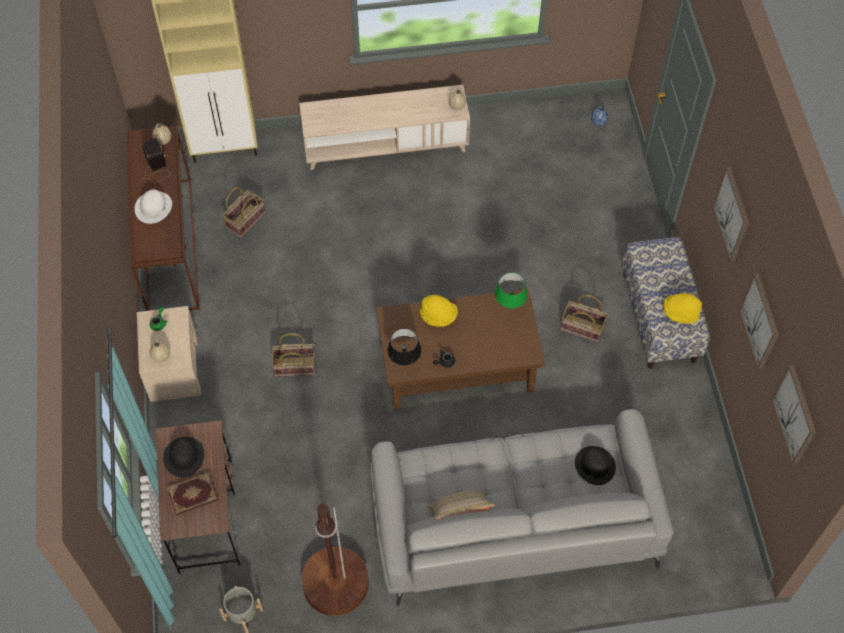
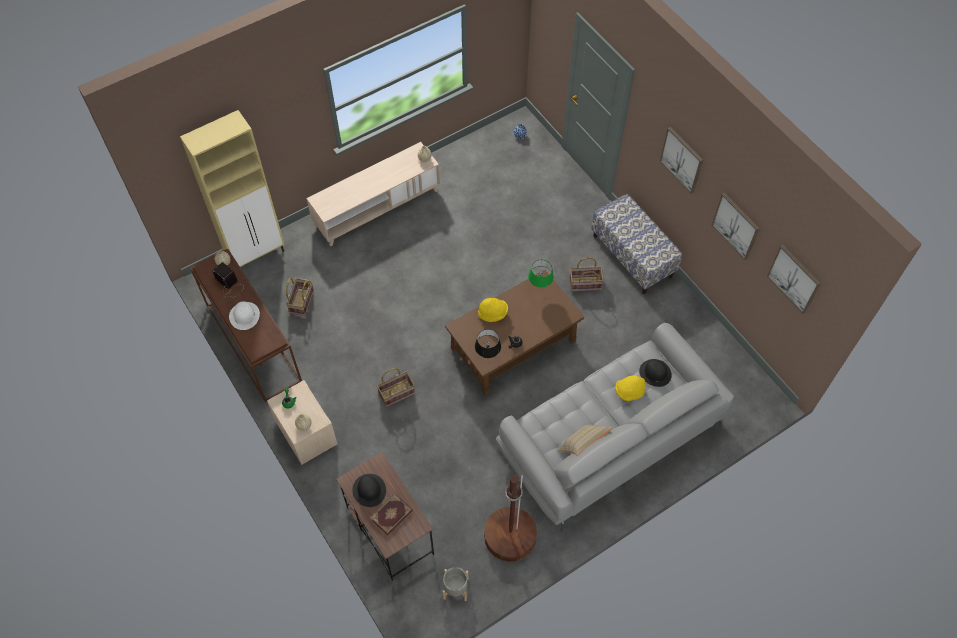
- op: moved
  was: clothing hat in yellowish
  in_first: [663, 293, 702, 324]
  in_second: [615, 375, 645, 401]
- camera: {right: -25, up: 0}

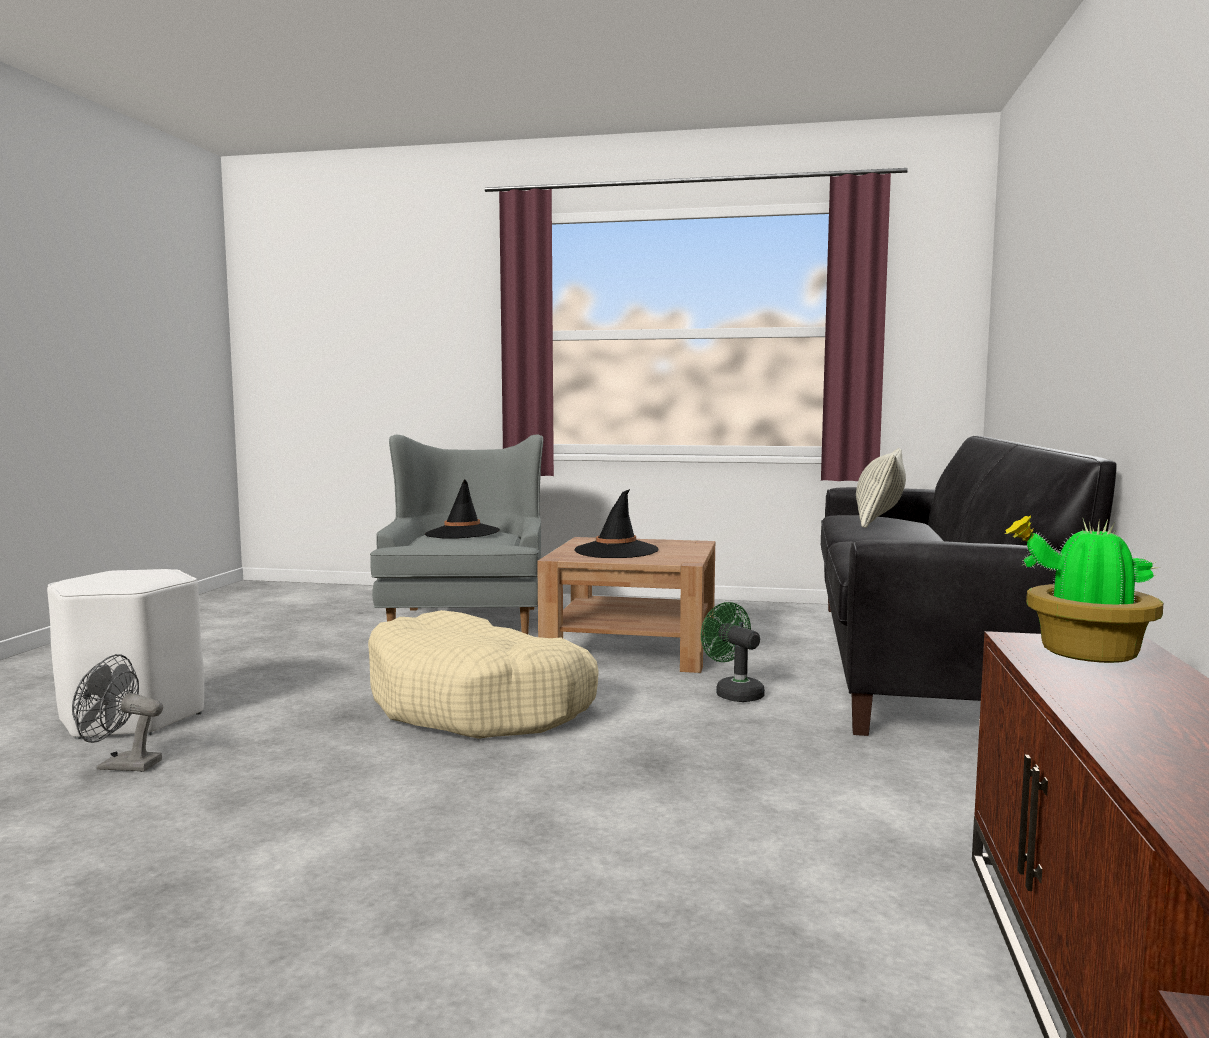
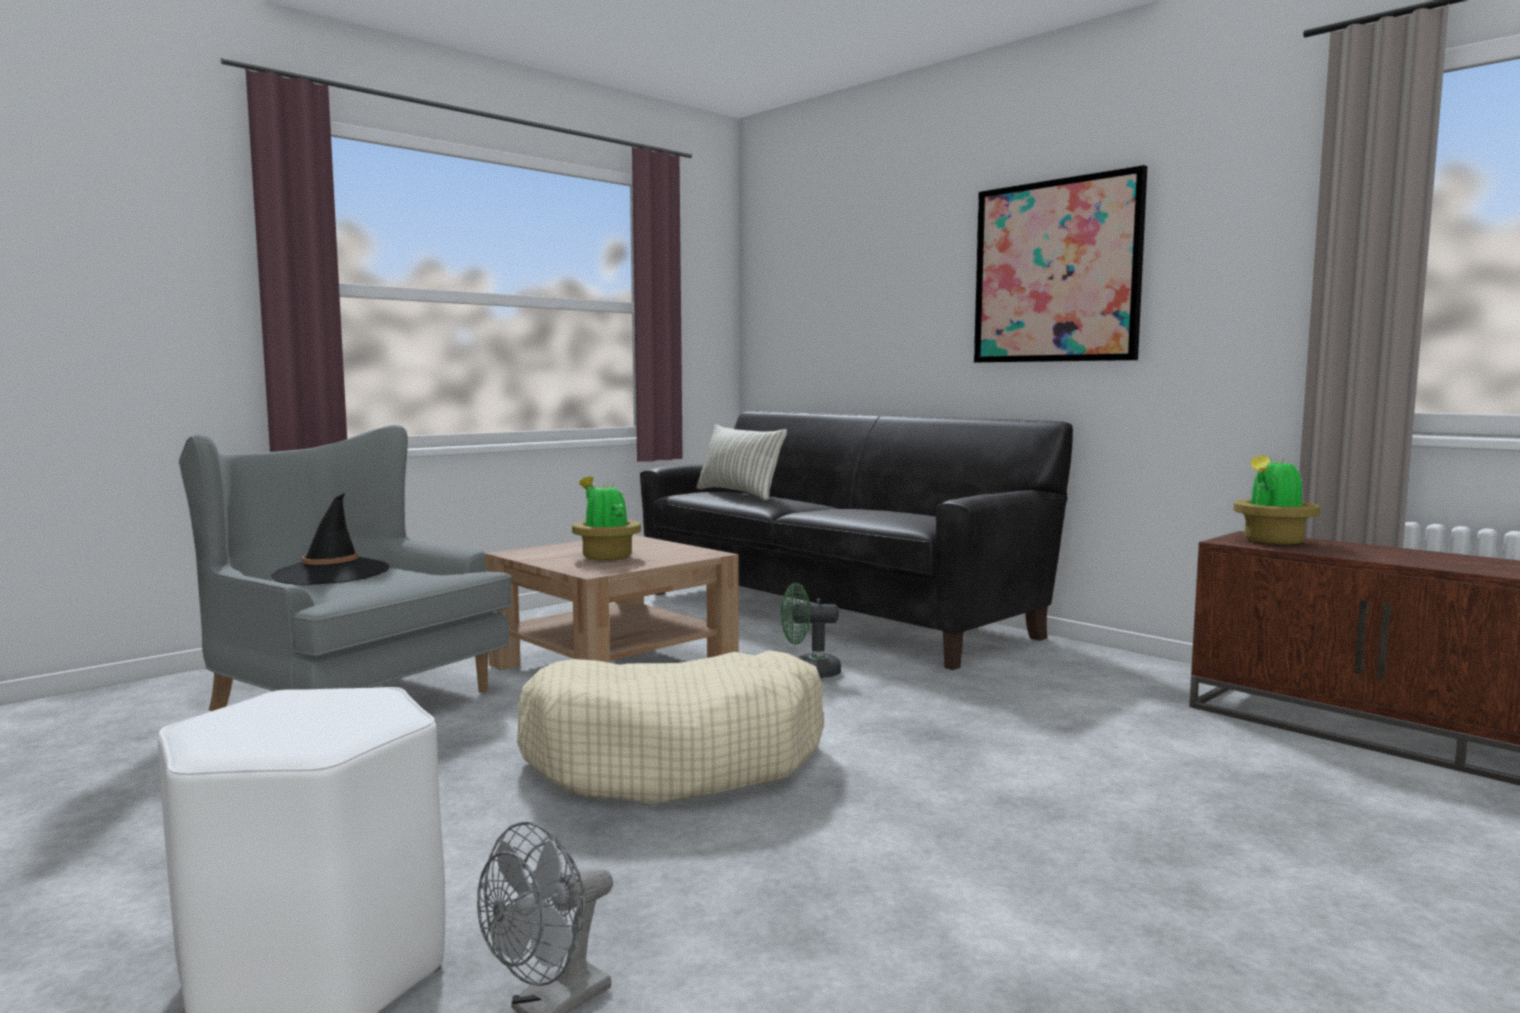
- op: replaced
  was: clothing hat in blackish
  now: houseplant
  in_first: [574, 489, 659, 558]
  in_second: [572, 476, 641, 560]
- op: added
  now: picture
  in_second: [974, 165, 1147, 363]
- camera: {right: -55, up: 0}

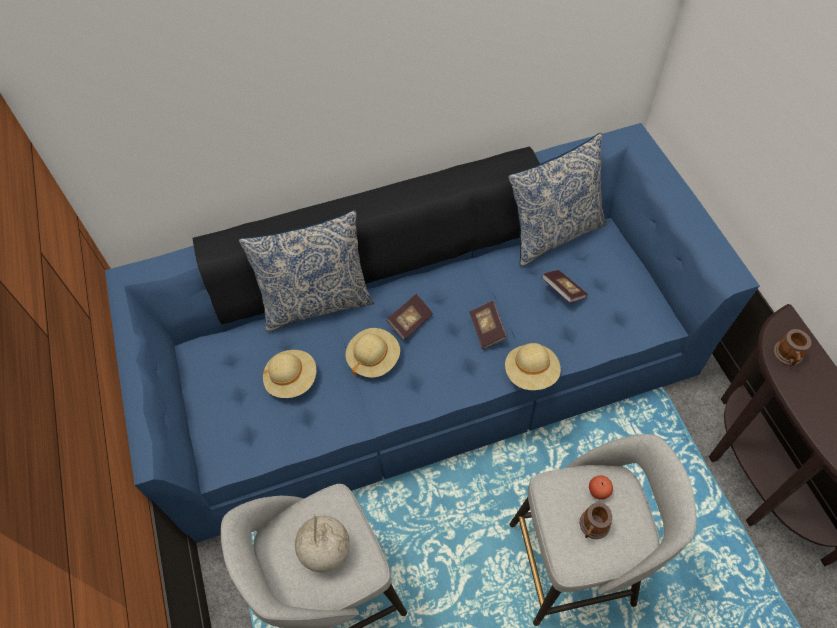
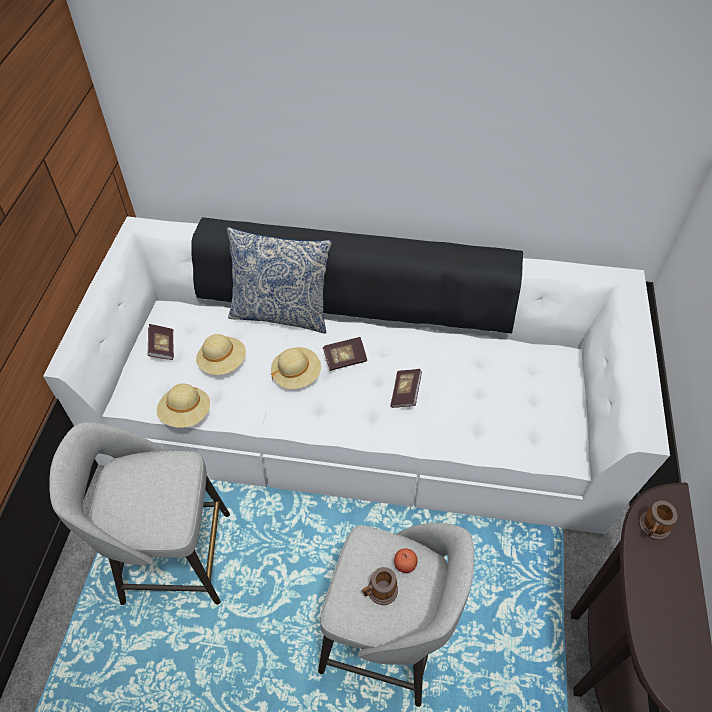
- op: recoloured
  was: sofa in blue
  now: sofa in white-coloured
  in_first: [105, 123, 760, 543]
  in_second: [43, 216, 670, 534]
- op: removed
  was: world globe
  in_first: [295, 514, 350, 572]
- op: moved
  was: clothing hat in sand-coloured
  in_first: [505, 343, 561, 390]
  in_second: [157, 384, 210, 428]
- op: removed
  was: throw pillow
  in_first: [508, 133, 607, 267]
- op: moved
  was: book
  in_first: [541, 270, 588, 303]
  in_second: [147, 324, 174, 360]
- camera: {right: 25, up: -5}

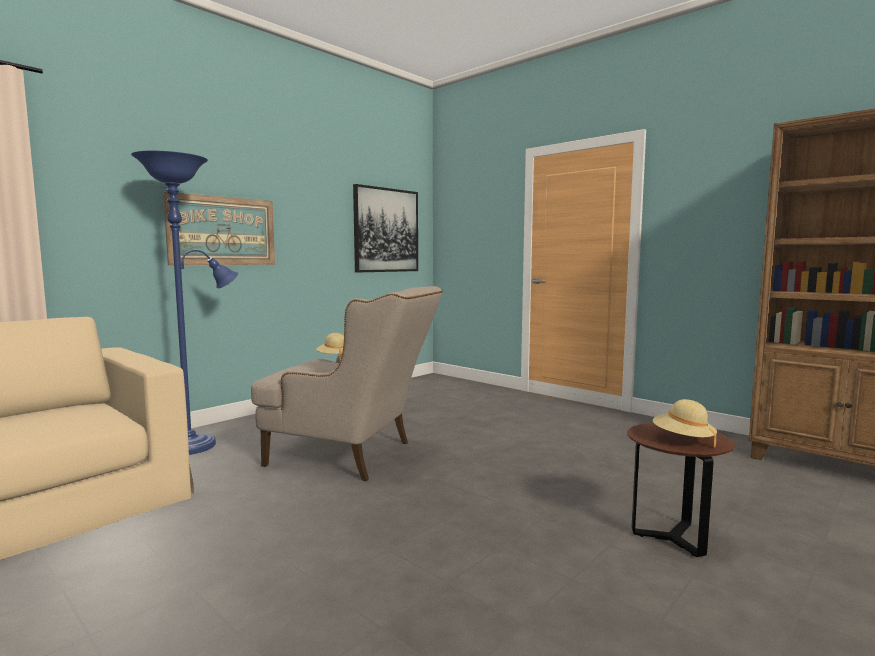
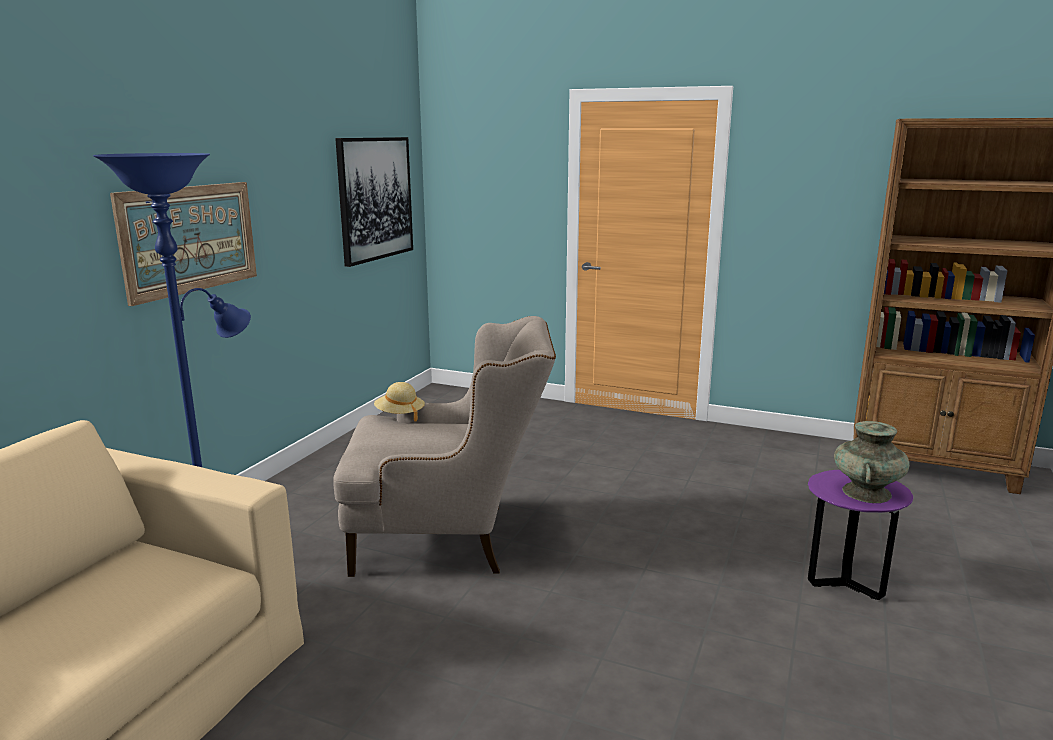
- op: recoloured
  was: side table in brownish
  now: side table in purple
  in_first: [627, 423, 735, 557]
  in_second: [808, 470, 913, 600]
- op: replaced
  was: clothing hat in sand-coloured
  now: vase in blue-green
  in_first: [653, 399, 717, 447]
  in_second: [834, 421, 910, 503]
- camera: {right: -20, up: 10}

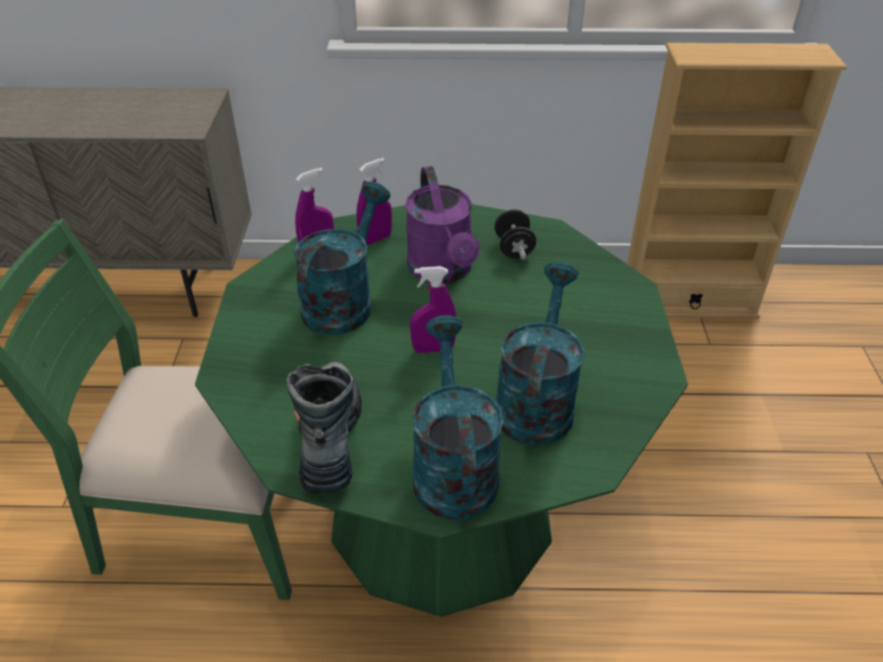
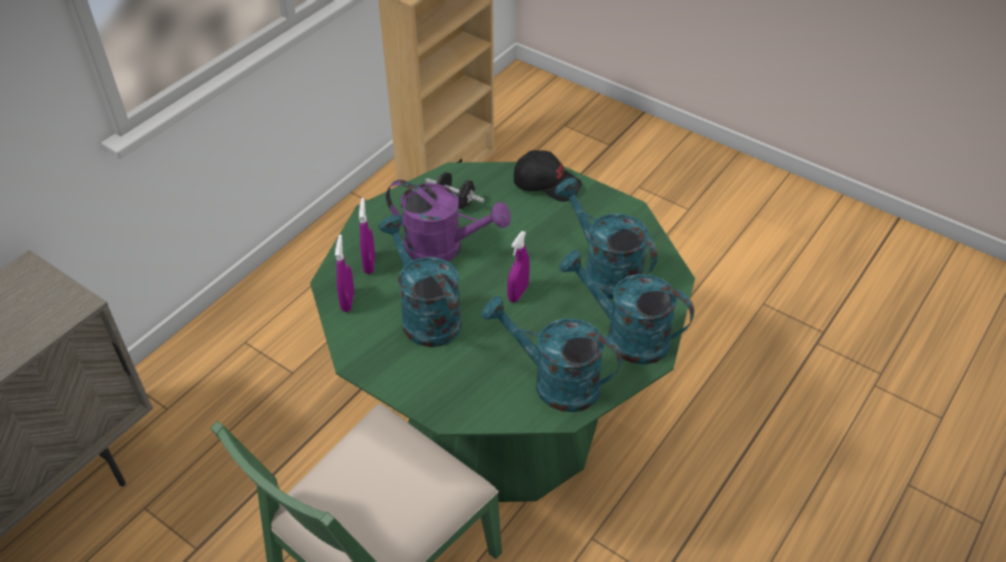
- op: replaced
  was: high-top boot
  now: watering can in blue-green
  in_first: [286, 361, 362, 493]
  in_second: [481, 295, 622, 412]
- op: added
  now: peaked cap in blackish
  in_second: [514, 150, 582, 202]
- camera: {right: -55, up: 5}

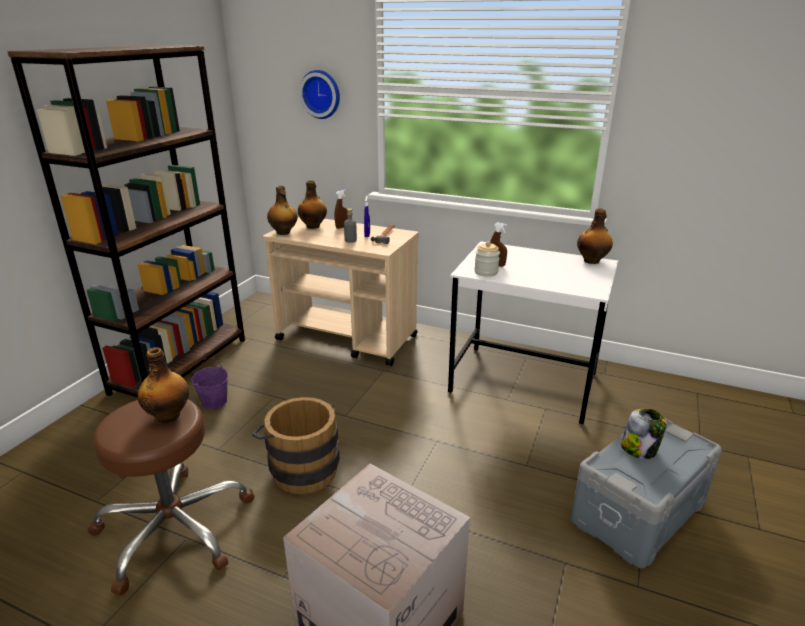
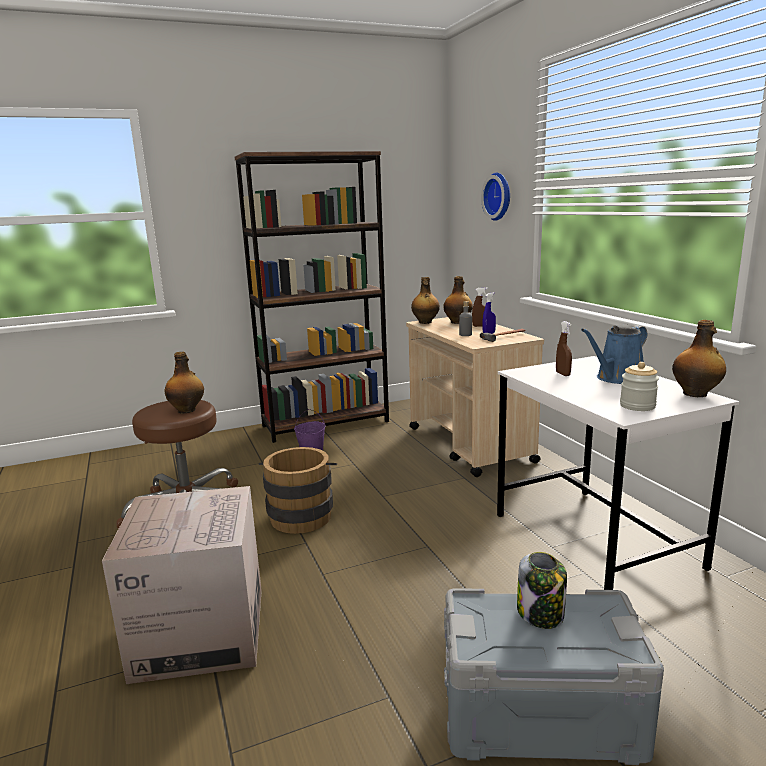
- op: moved
  was: jar
  in_first: [474, 241, 500, 277]
  in_second: [620, 362, 659, 411]
- op: added
  now: watering can in blue
  in_second: [581, 324, 647, 384]
- camera: {right: 45, up: -10}

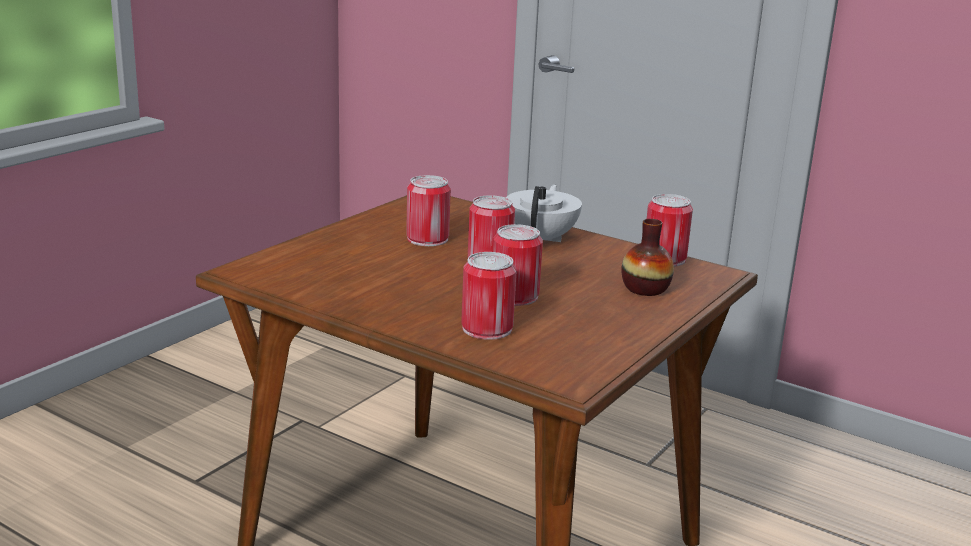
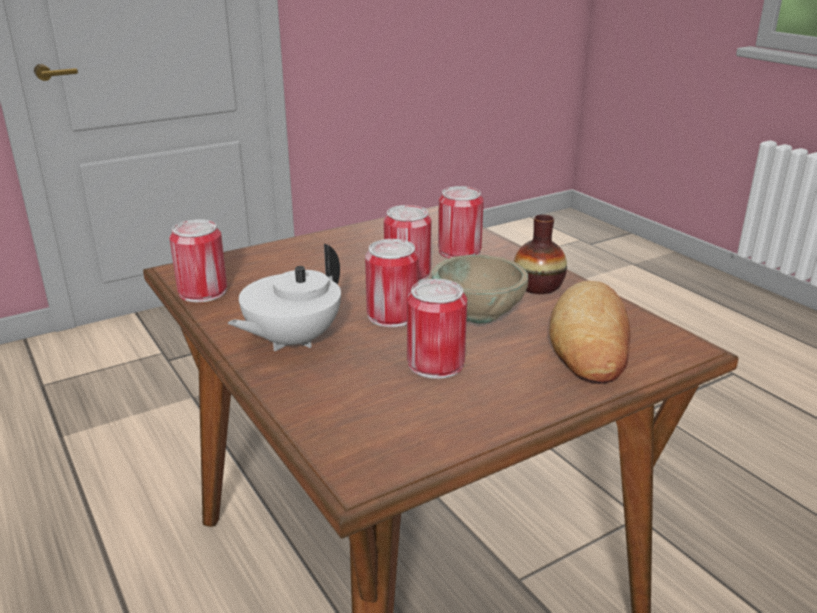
- op: moved
  was: vase
  in_first: [622, 219, 674, 296]
  in_second: [514, 215, 567, 294]
- op: added
  now: bowl in sand-coloured
  in_second: [432, 255, 528, 324]
- op: added
  now: baked bread
  in_second: [549, 281, 630, 384]
- camera: {right: -155, up: 5}

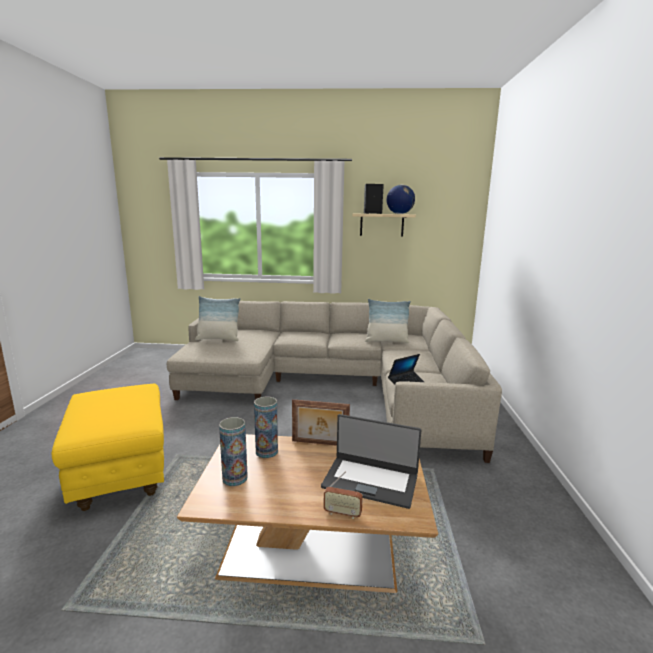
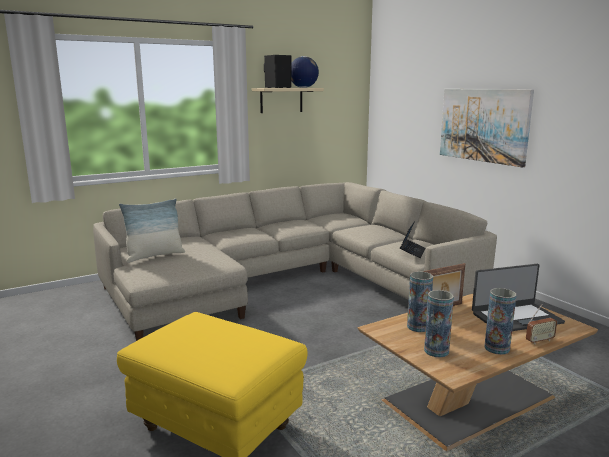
- op: removed
  was: throw pillow
  in_first: [365, 299, 411, 343]
- op: added
  now: picture
  in_second: [440, 89, 534, 167]
- op: added
  now: vase
  in_second: [485, 288, 517, 355]
- camera: {right: -35, up: 0}

